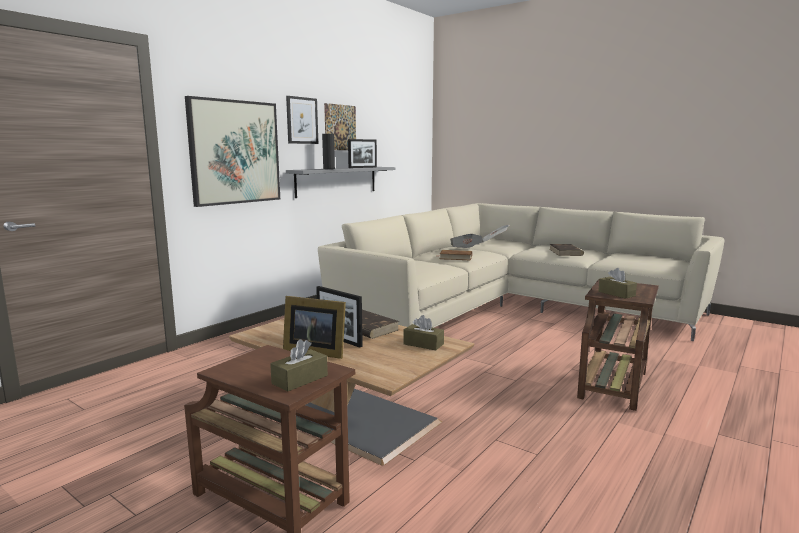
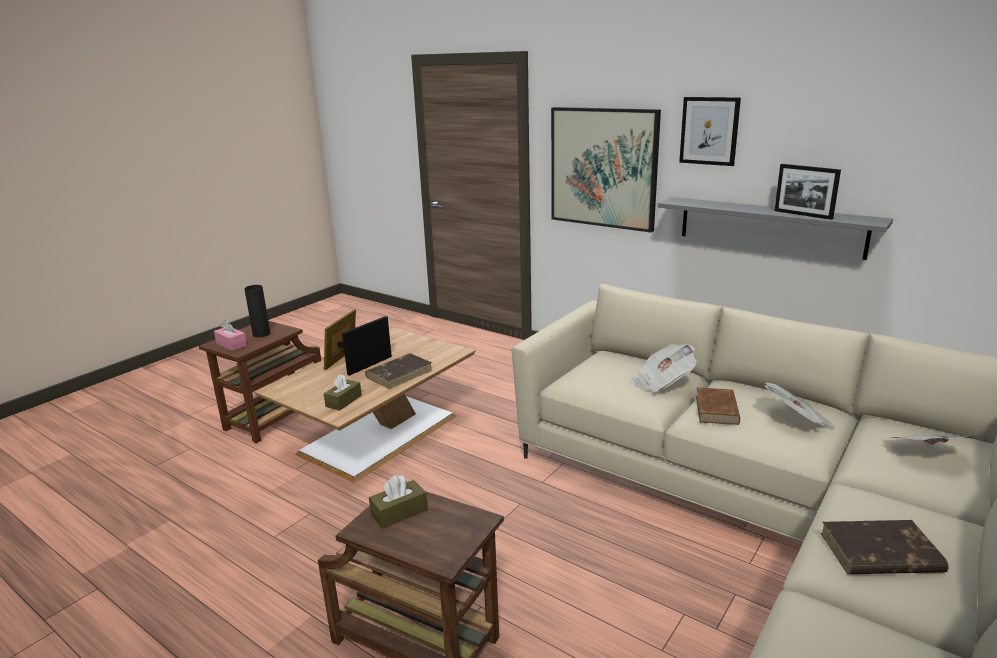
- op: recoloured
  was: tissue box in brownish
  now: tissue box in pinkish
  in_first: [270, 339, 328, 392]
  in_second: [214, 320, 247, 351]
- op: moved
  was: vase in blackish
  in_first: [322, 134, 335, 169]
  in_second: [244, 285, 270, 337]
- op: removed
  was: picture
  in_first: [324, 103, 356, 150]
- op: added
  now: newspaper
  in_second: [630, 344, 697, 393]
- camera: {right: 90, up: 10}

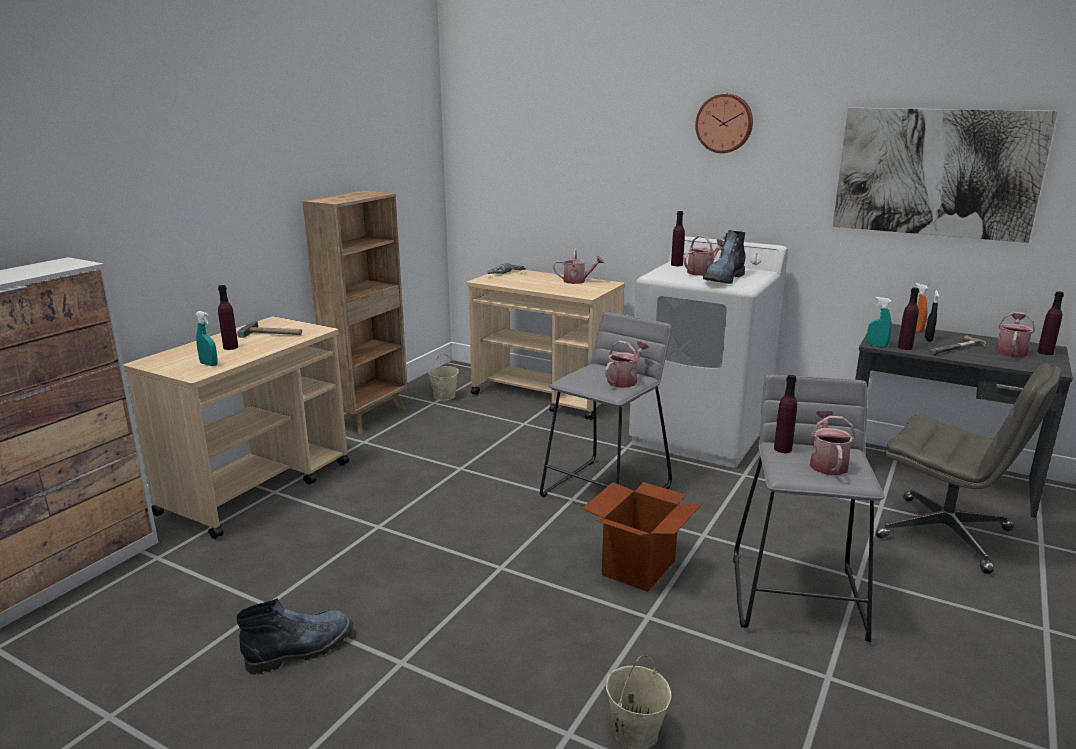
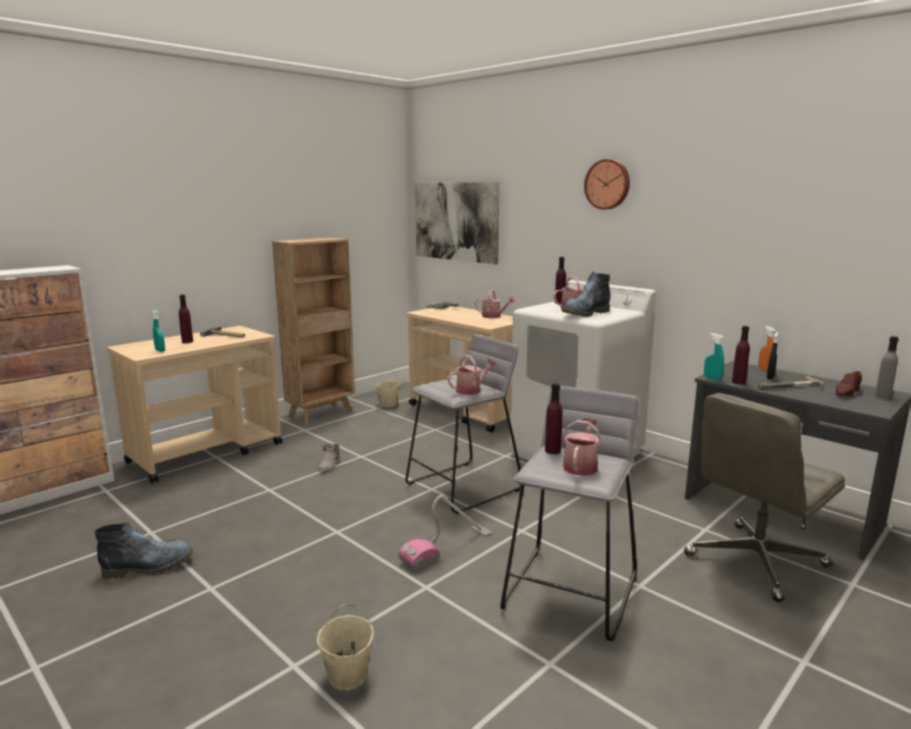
- op: replaced
  was: carton
  now: vacuum
  in_first: [582, 482, 702, 592]
  in_second: [398, 495, 492, 570]
- op: moved
  was: picture
  in_first: [833, 108, 1058, 243]
  in_second: [415, 182, 500, 264]
- op: turned
  was: computer chair in grey
  in_first: [876, 363, 1062, 574]
  in_second: [684, 393, 845, 602]
  clockwise: 90
- op: replaced
  was: watering can
  now: shoe in brownish
  in_first: [995, 312, 1035, 357]
  in_second: [835, 371, 862, 397]
- op: recoloured
  was: beverage bottle in purple
  now: beverage bottle in grey
  in_first: [1037, 291, 1064, 355]
  in_second: [875, 336, 899, 399]
- op: added
  now: shoe in grey
  in_second: [318, 443, 340, 471]
- camera: {right: 15, up: -5}

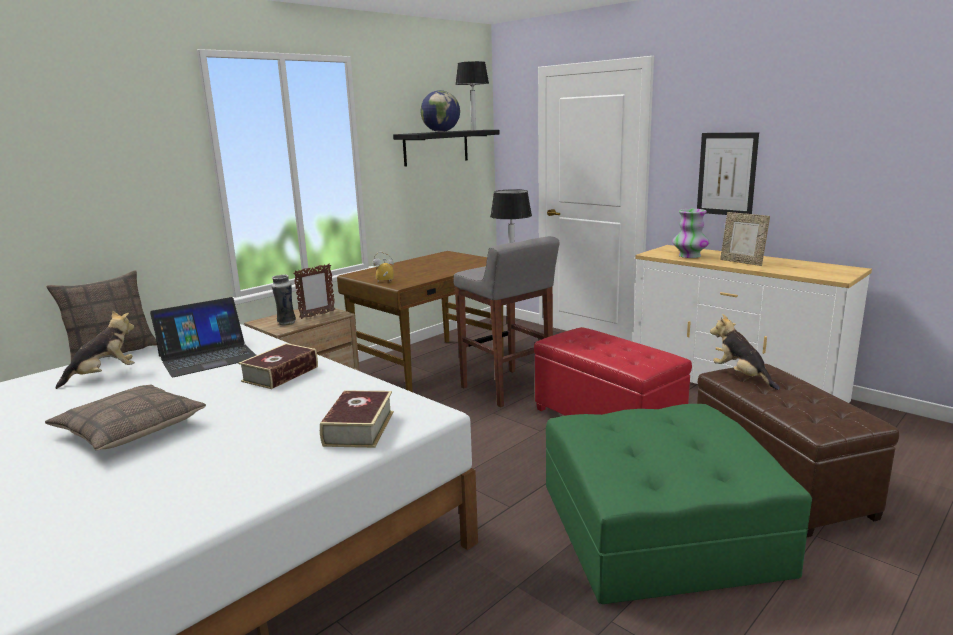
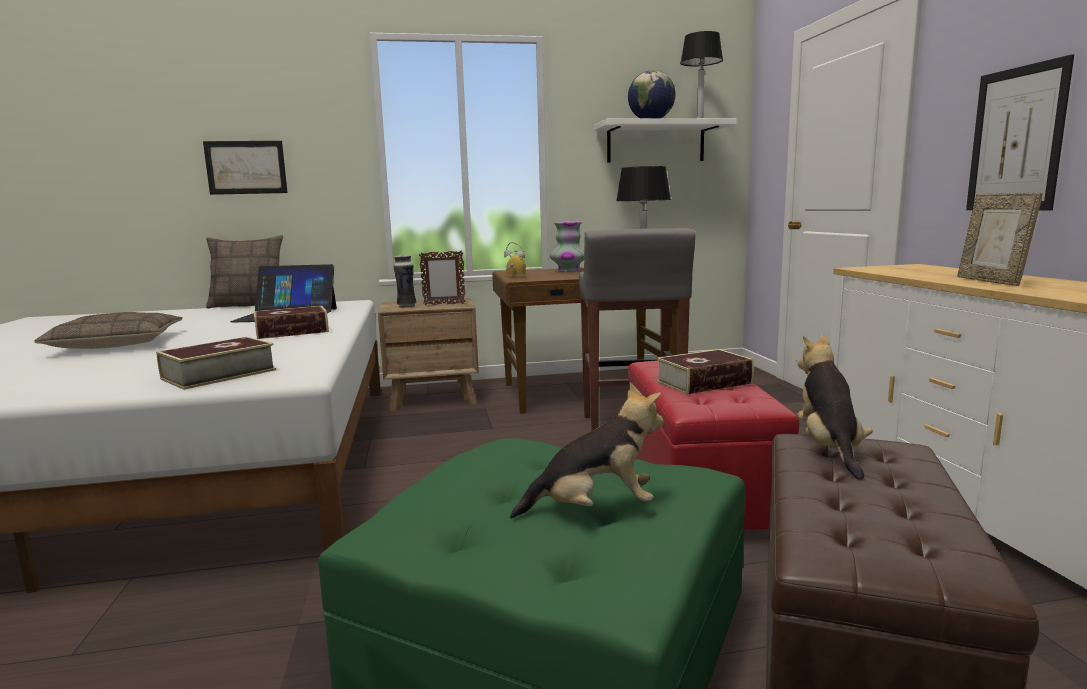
- op: moved
  was: plush toy
  in_first: [55, 310, 135, 389]
  in_second: [510, 382, 664, 519]
- op: recoloured
  was: shelf in blackish
  now: shelf in white-coloured
  in_first: [393, 130, 500, 167]
  in_second: [594, 118, 737, 163]
- op: moved
  was: vase
  in_first: [672, 209, 709, 258]
  in_second: [550, 221, 584, 272]
- op: added
  now: picture
  in_second: [203, 141, 288, 195]
- op: added
  now: book
  in_second: [656, 349, 754, 395]
- camera: {right: 35, up: -5}

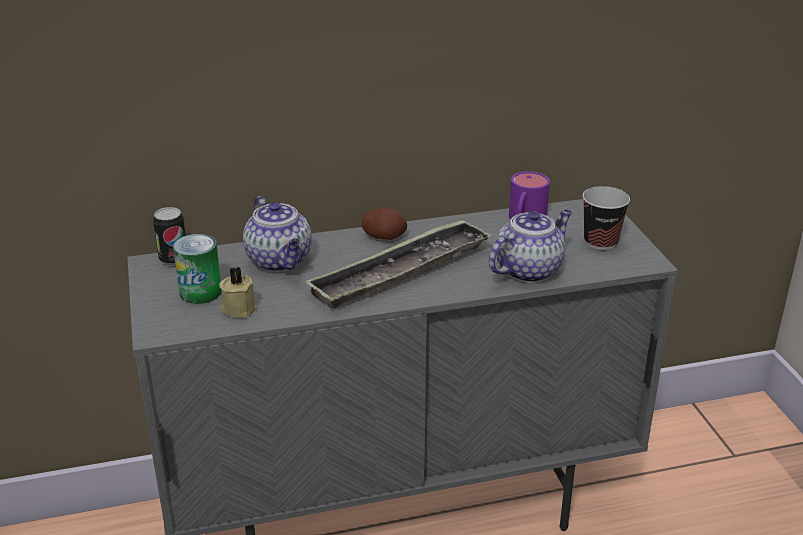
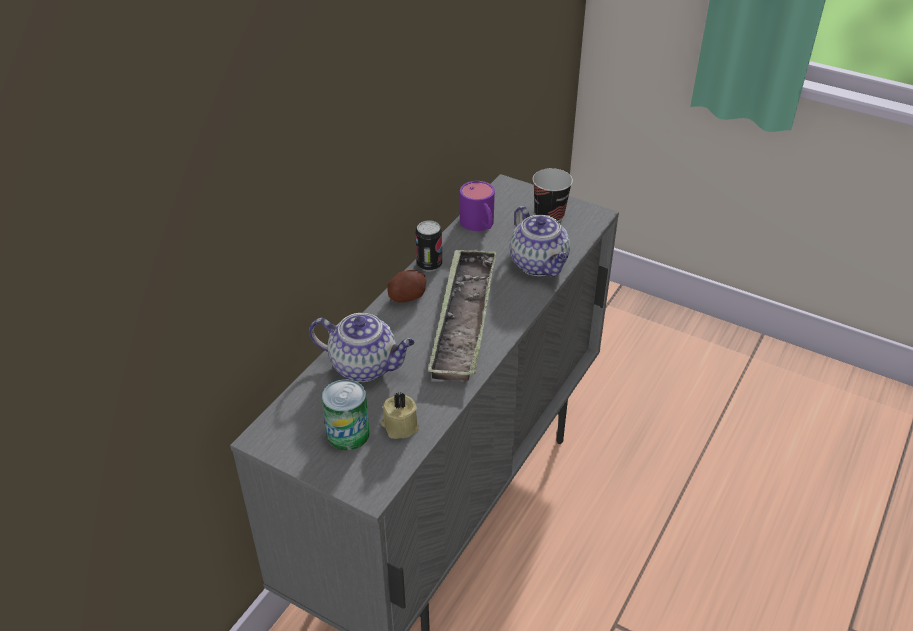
- op: moved
  was: sealed can
  in_first: [153, 207, 186, 266]
  in_second: [416, 220, 442, 271]
- op: turned
  was: pot for tea
  in_first: [488, 209, 572, 283]
  in_second: [510, 206, 570, 276]
  clockwise: 150
- camera: {right: -45, up: 10}

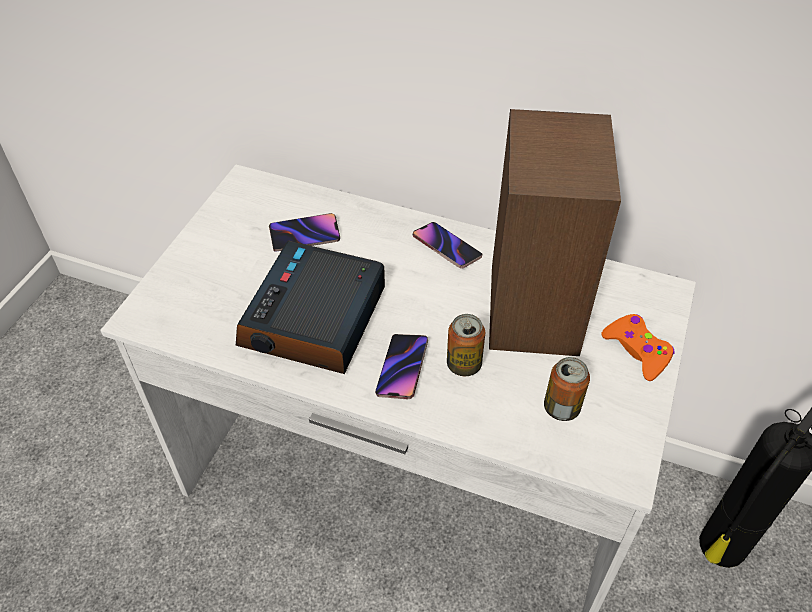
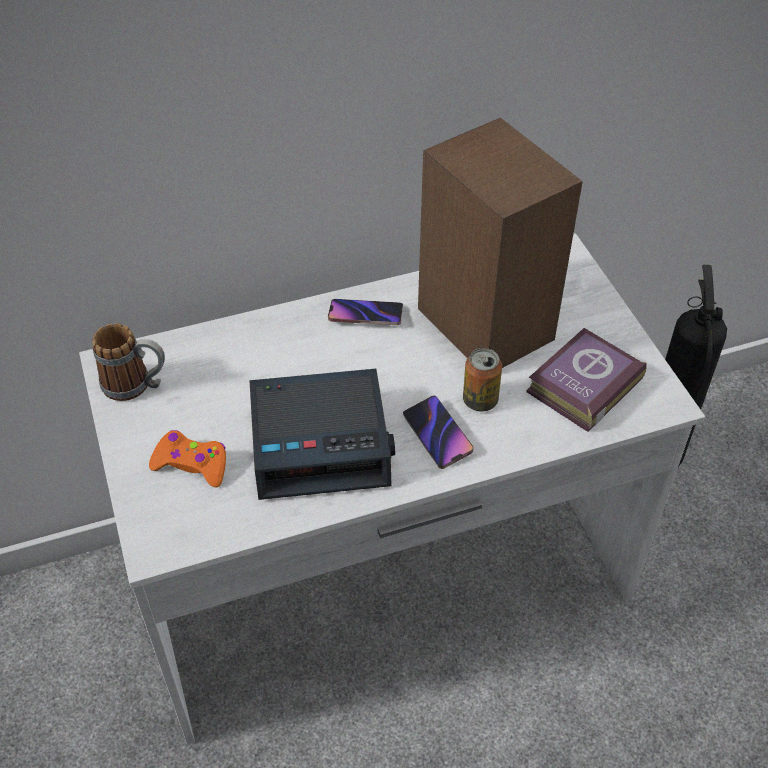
- op: turned
  was: bedside clock
  in_first: [236, 241, 385, 374]
  in_second: [250, 369, 395, 500]
  clockwise: -75
- op: removed
  was: telephone
  in_first: [269, 213, 340, 251]
- op: replaced
  was: sealed can
  now: book
  in_first: [544, 357, 590, 421]
  in_second: [526, 328, 647, 432]
- op: moved
  was: game controller in orangey
  in_first: [601, 314, 675, 381]
  in_second: [149, 430, 226, 487]
- op: added
  now: coffee mug
  in_second: [92, 323, 165, 401]
- camera: {right: -40, up: 0}

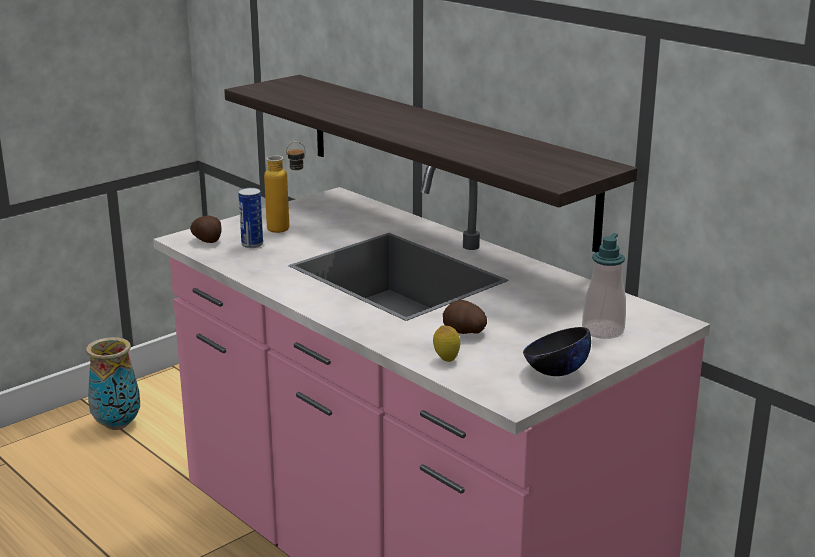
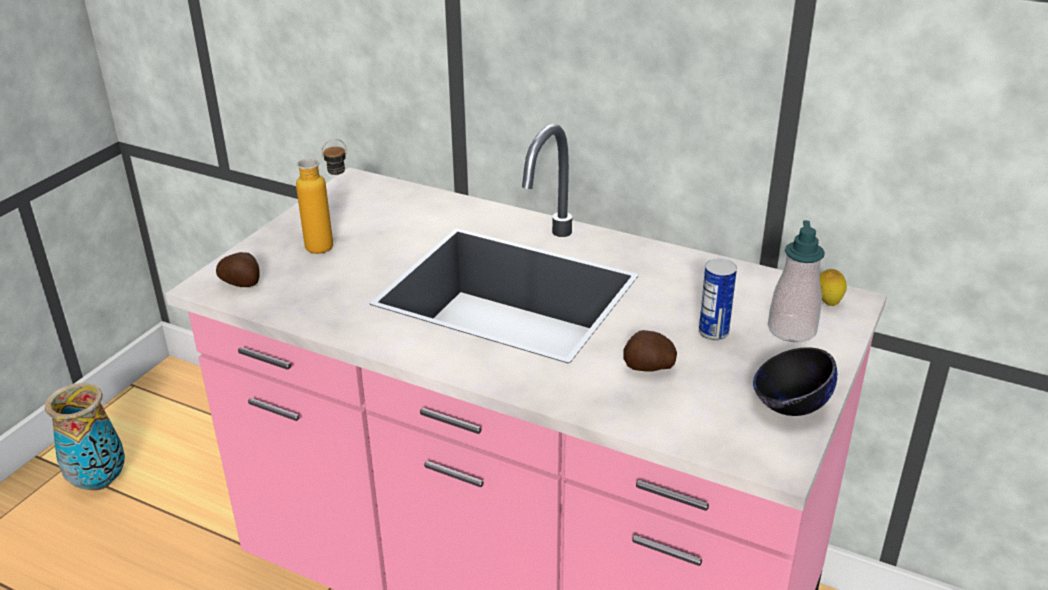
- op: removed
  was: shelf
  in_first: [224, 75, 637, 252]
- op: moved
  was: sealed can
  in_first: [238, 188, 263, 248]
  in_second: [699, 258, 737, 341]
- op: moved
  was: lemon
  in_first: [433, 325, 460, 362]
  in_second: [820, 269, 847, 306]
- camera: {right: -20, up: 10}

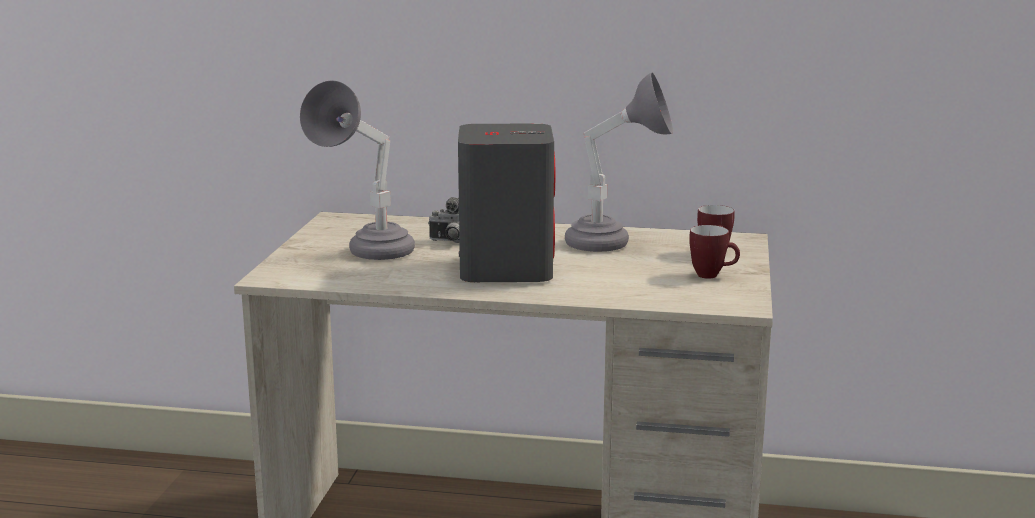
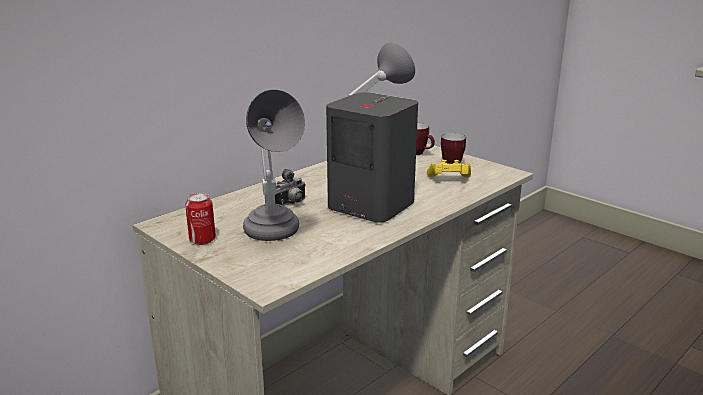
- op: added
  now: sealed can
  in_second: [185, 193, 216, 245]
- op: added
  now: game controller in yellowish
  in_second: [427, 160, 471, 177]
- camera: {right: -55, up: 5}

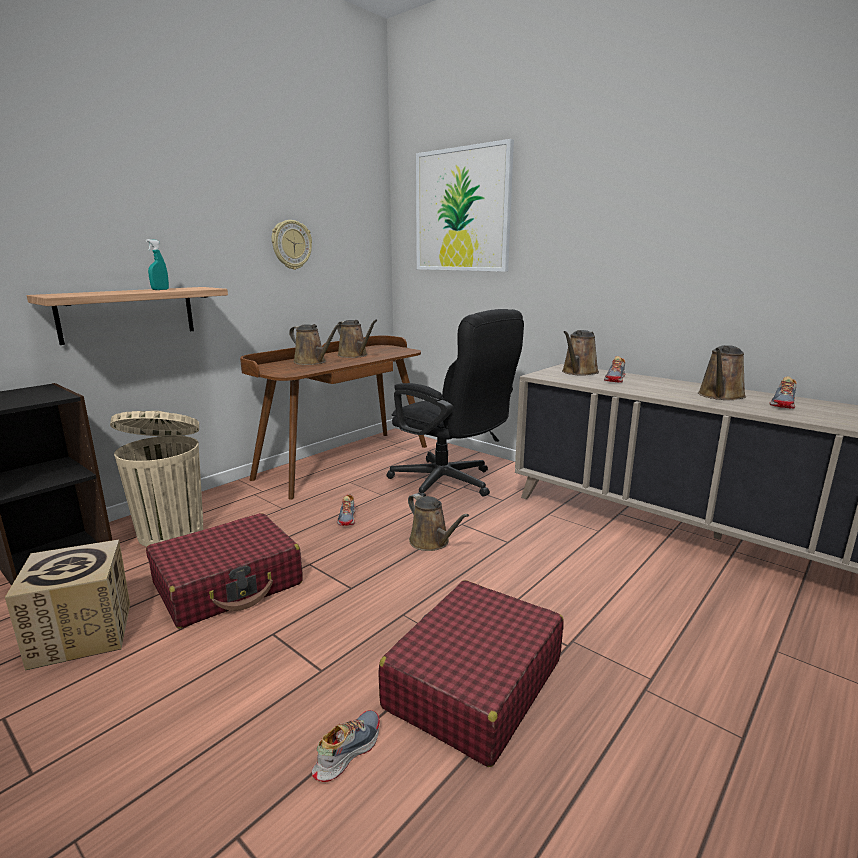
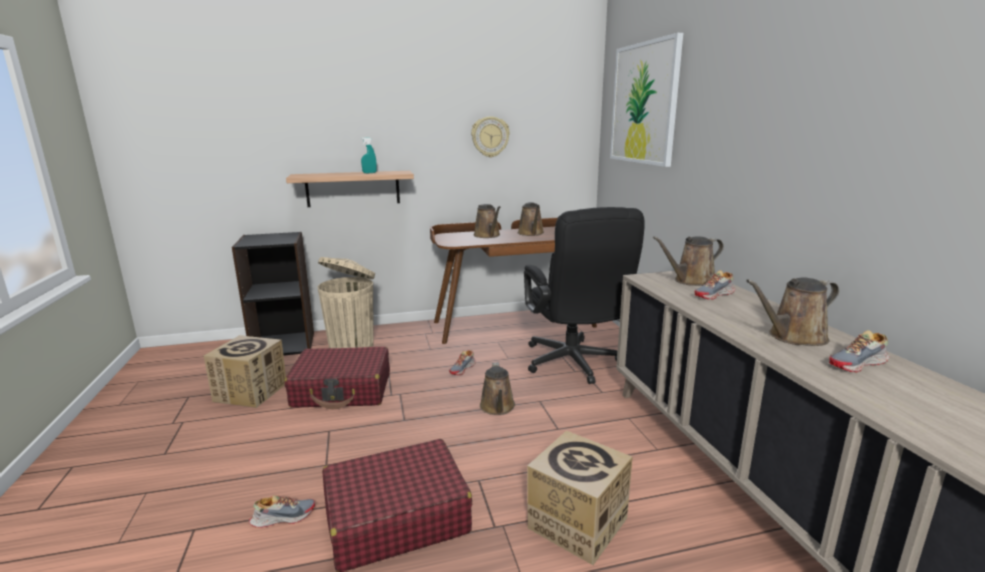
- op: added
  now: carton
  in_second: [527, 431, 633, 565]
- camera: {right: 35, up: 0}

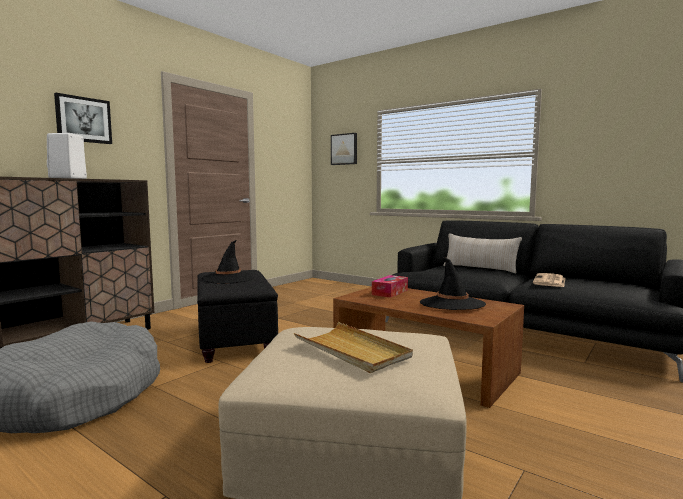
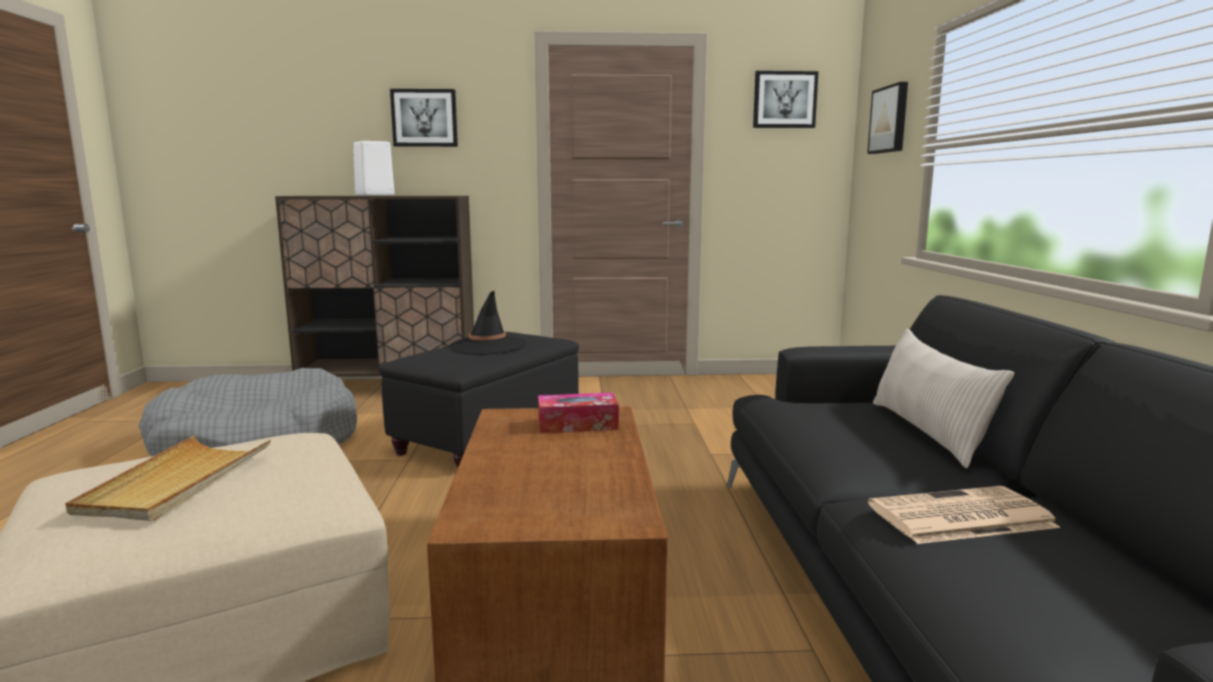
- op: removed
  was: clothing hat in blackish
  in_first: [420, 257, 486, 310]
- op: added
  now: picture
  in_second: [753, 71, 819, 128]
- camera: {right: 50, up: 5}

